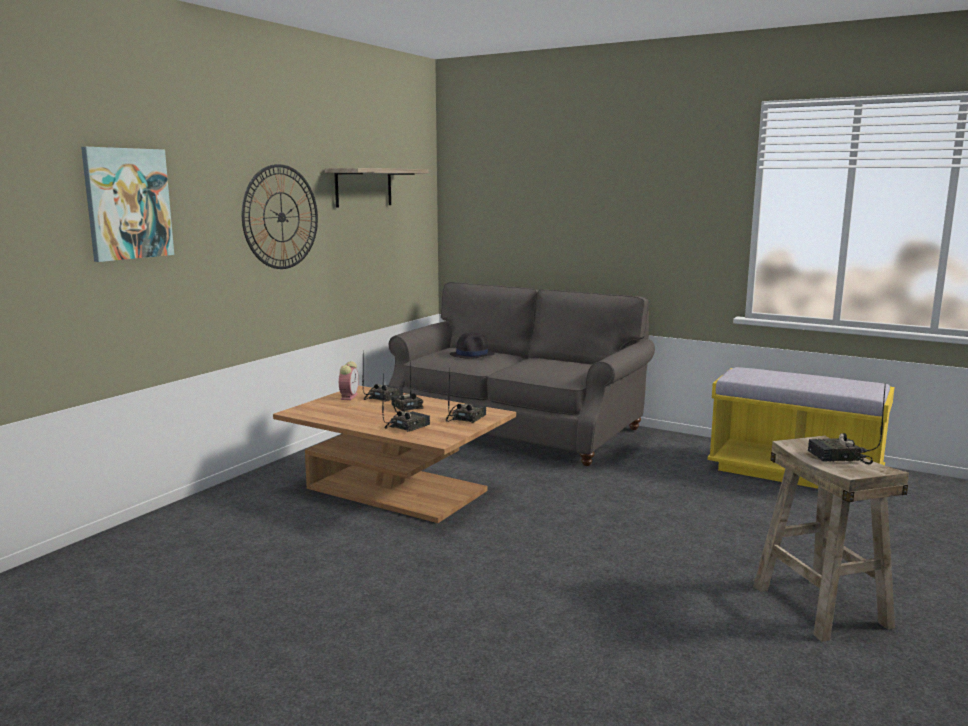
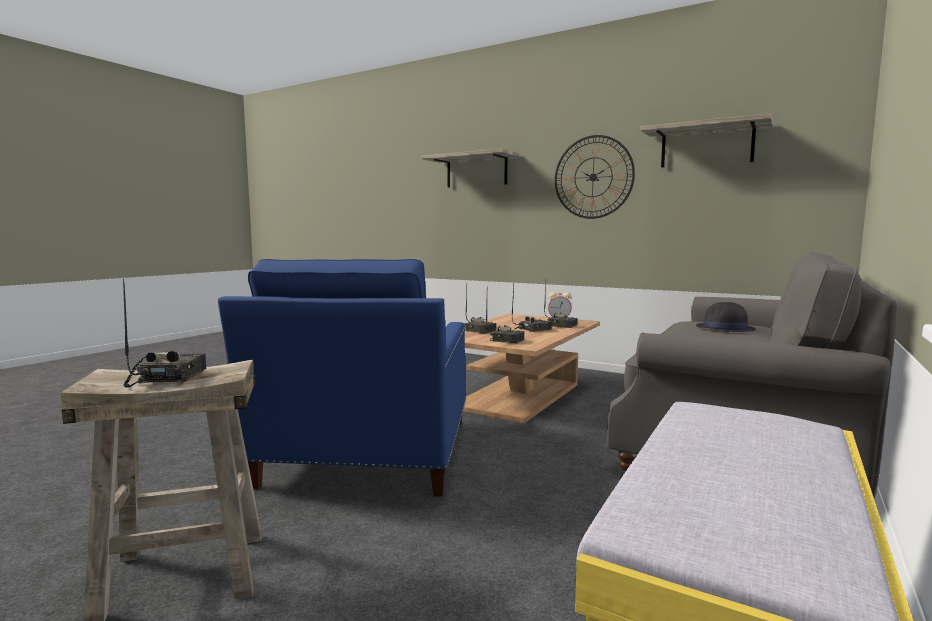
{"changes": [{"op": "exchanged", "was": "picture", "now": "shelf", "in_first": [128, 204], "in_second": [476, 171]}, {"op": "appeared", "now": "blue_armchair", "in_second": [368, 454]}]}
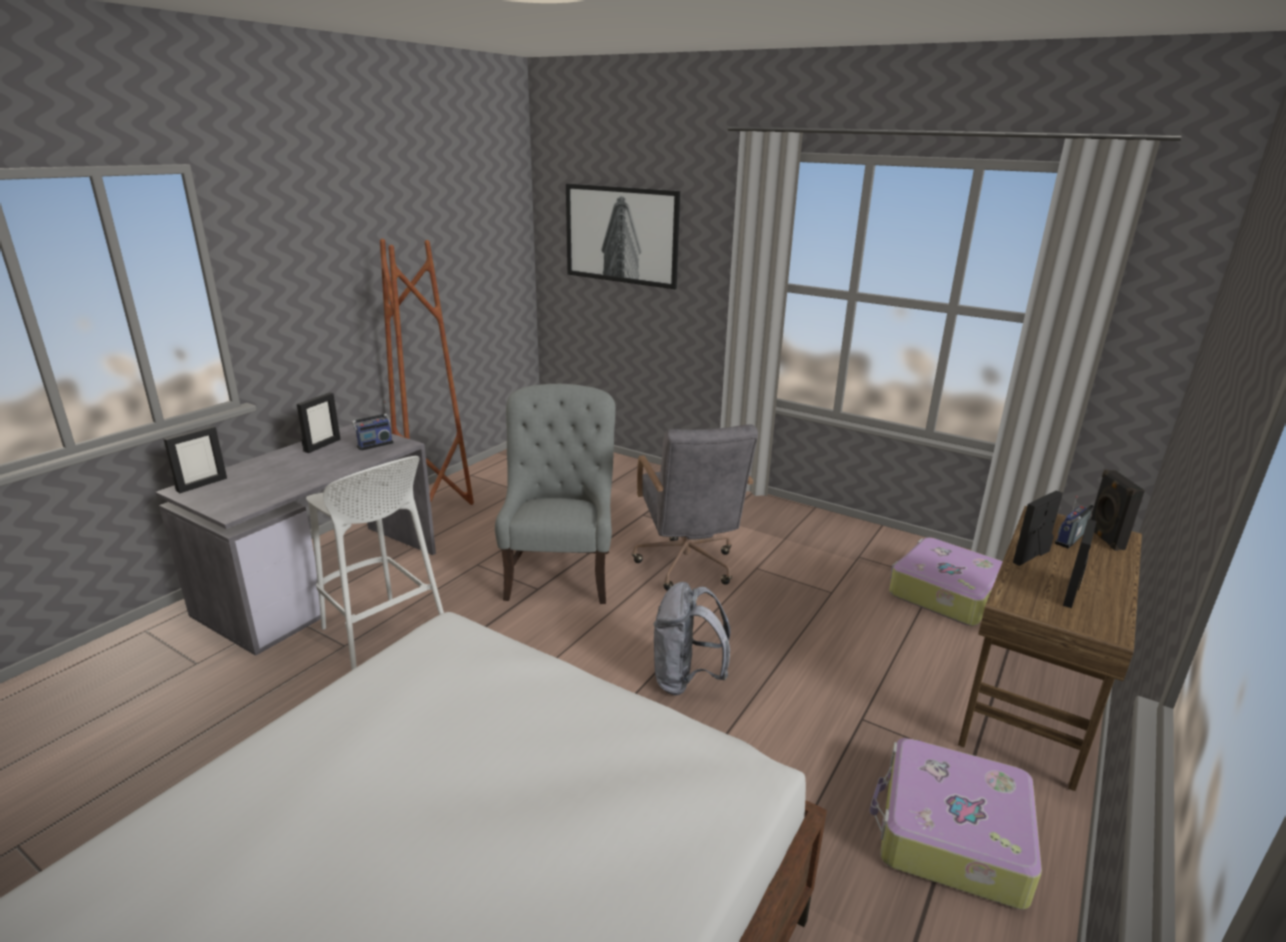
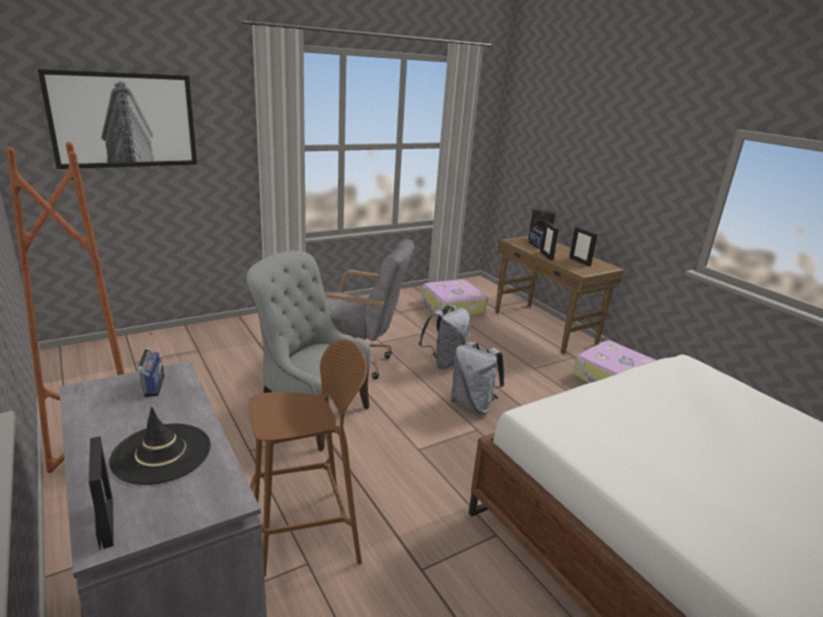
{"changes": [{"op": "missing", "was": "picture_frame", "in_first": [322, 445]}, {"op": "colour", "was": "white_stool", "now": "brown_stool", "in_first": [381, 633], "in_second": [307, 533]}, {"op": "appeared", "now": "black_hat", "in_second": [161, 453]}, {"op": "appeared", "now": "grey_backpack", "in_second": [445, 361]}]}
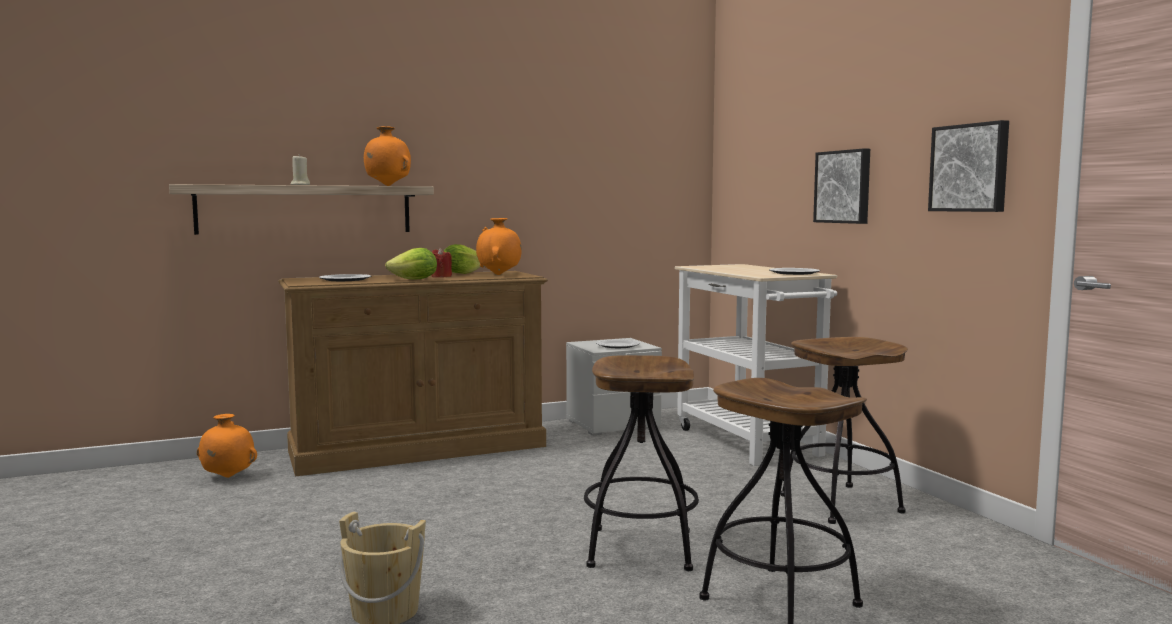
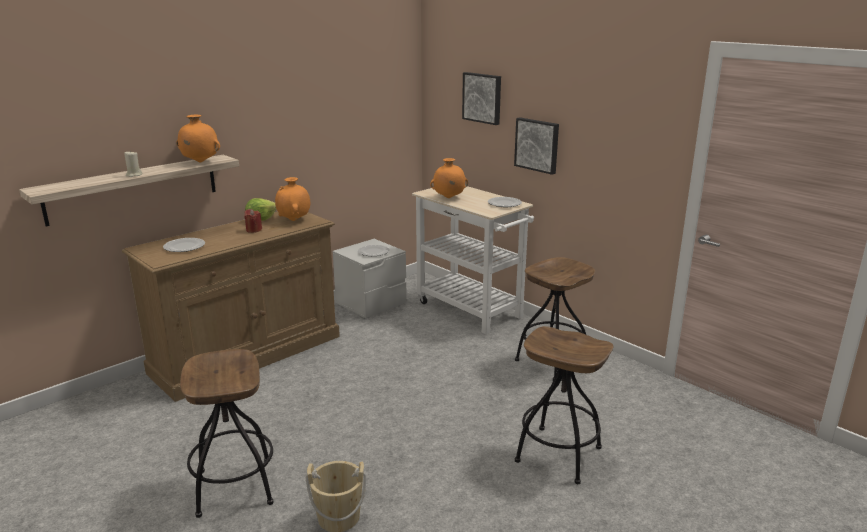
{"changes": [{"op": "relocated", "was": "orange_vase", "in_first": [227, 477], "in_second": [448, 198]}, {"op": "missing", "was": "lettuce", "in_first": [415, 280]}, {"op": "relocated", "was": "brown_stool", "in_first": [640, 548], "in_second": [235, 486]}, {"op": "relocated", "was": "picture", "in_first": [970, 168], "in_second": [482, 98]}]}
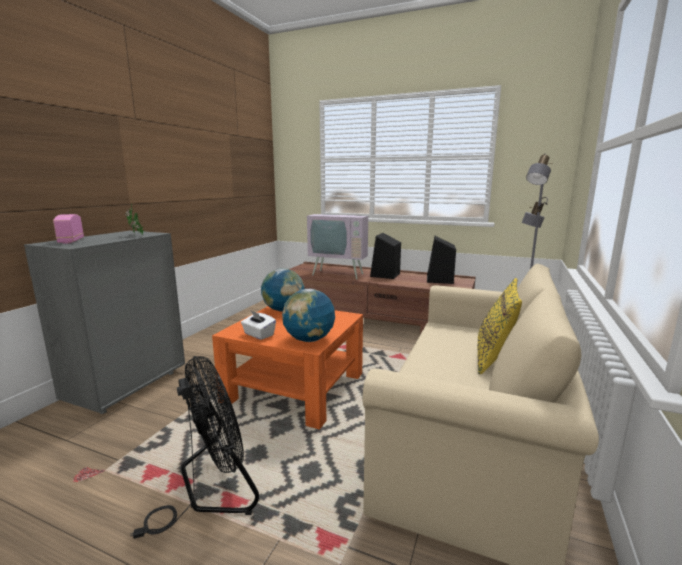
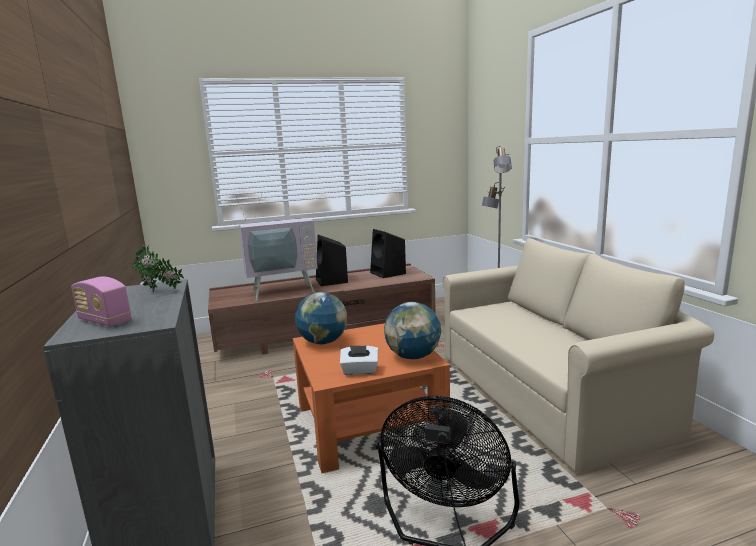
{"changes": [{"op": "missing", "was": "yellow_pillow", "in_first": [493, 359]}]}
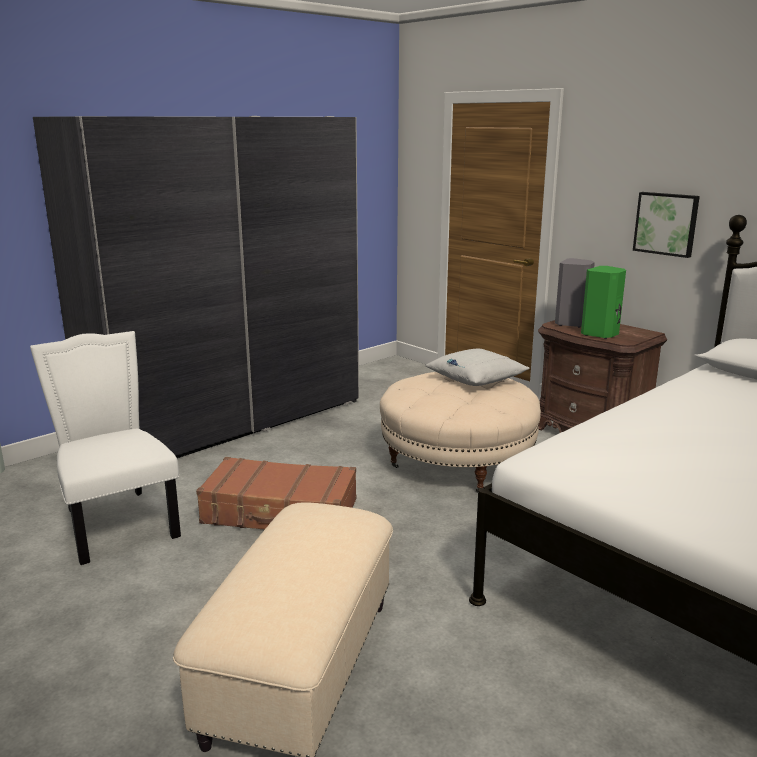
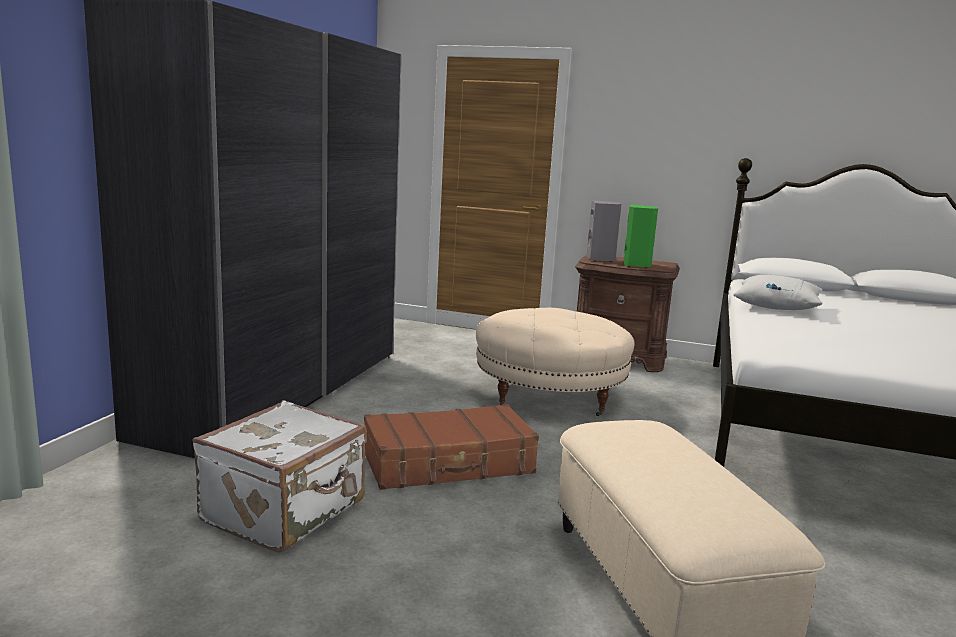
{"changes": [{"op": "exchanged", "was": "white_chair", "now": "white_suitcase", "in_first": [119, 526], "in_second": [286, 511]}, {"op": "relocated", "was": "grey_pillow", "in_first": [476, 380], "in_second": [776, 307]}, {"op": "missing", "was": "picture", "in_first": [666, 223]}]}
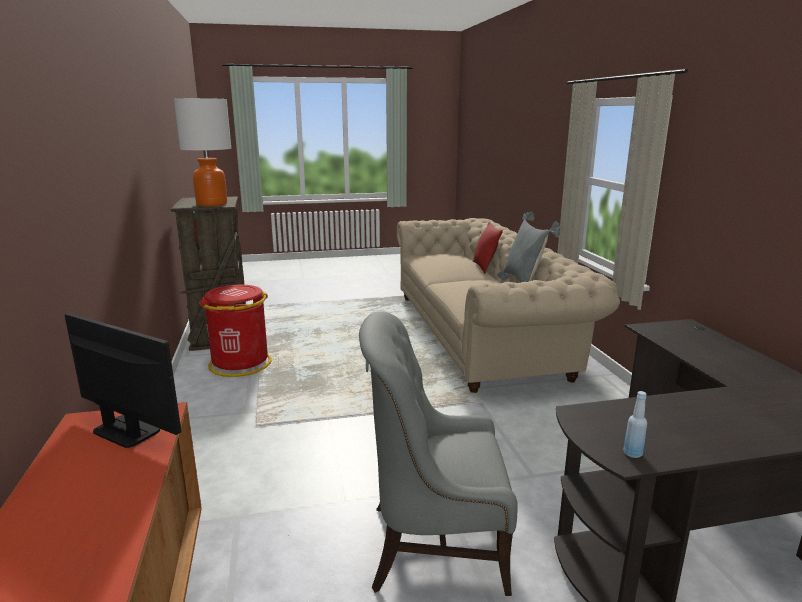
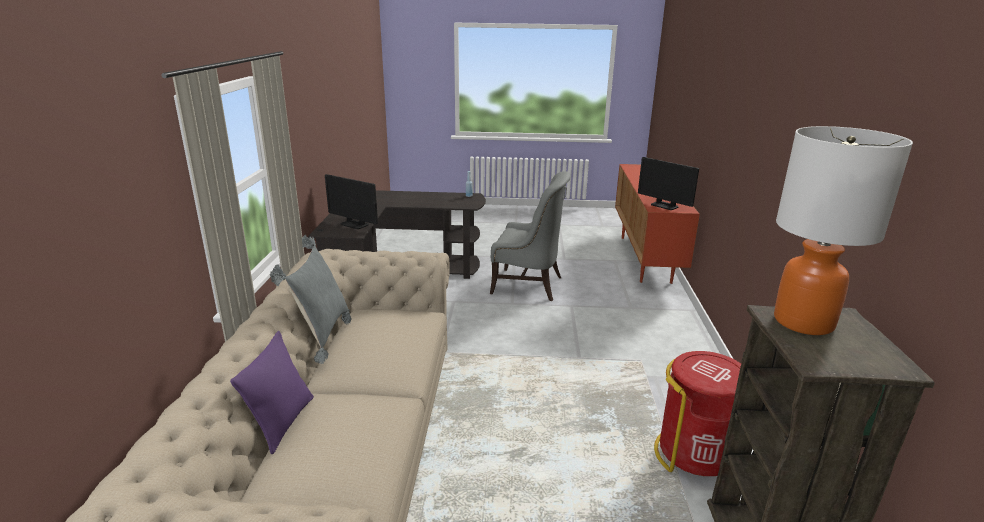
{"changes": [{"op": "colour", "was": "red_pillow", "now": "purple_pillow", "in_first": [485, 267], "in_second": [282, 422]}, {"op": "appeared", "now": "monitor", "in_second": [354, 224]}]}
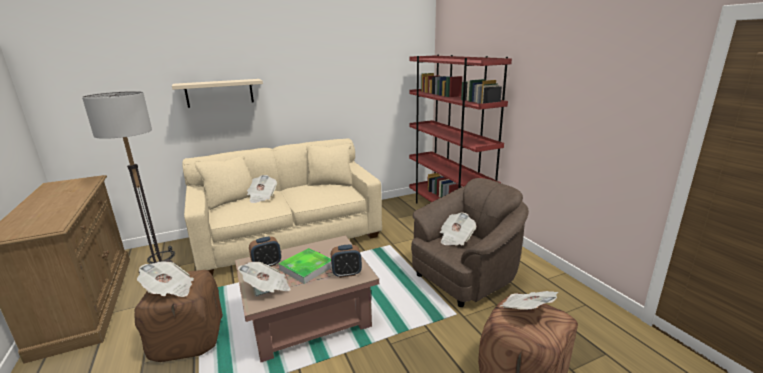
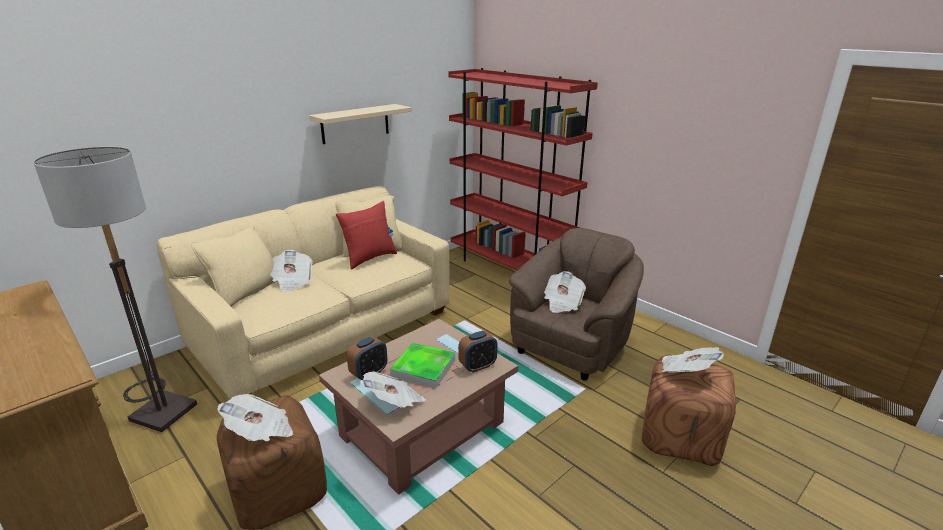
{"changes": [{"op": "relocated", "was": "beige_shelf", "in_first": [219, 93], "in_second": [355, 123]}, {"op": "appeared", "now": "red_pillow", "in_second": [370, 259]}]}
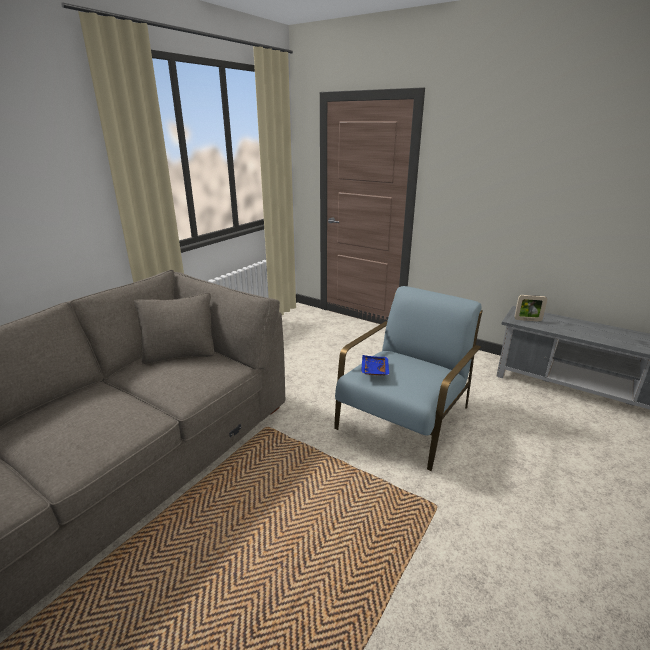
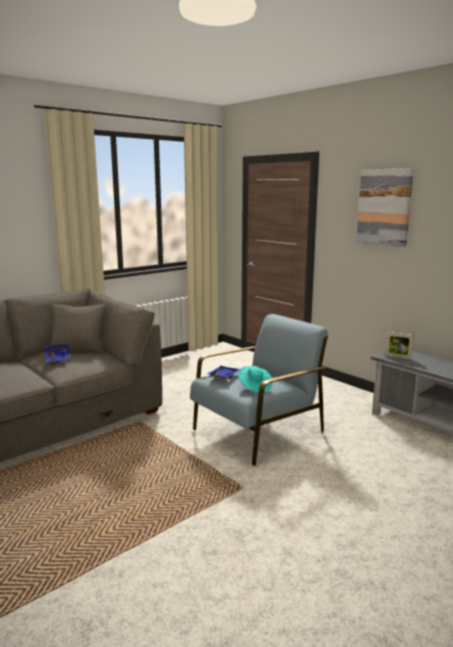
{"changes": [{"op": "appeared", "now": "blue_tray", "in_second": [58, 358]}, {"op": "appeared", "now": "turquoise_hat", "in_second": [254, 387]}, {"op": "appeared", "now": "picture", "in_second": [384, 207]}]}
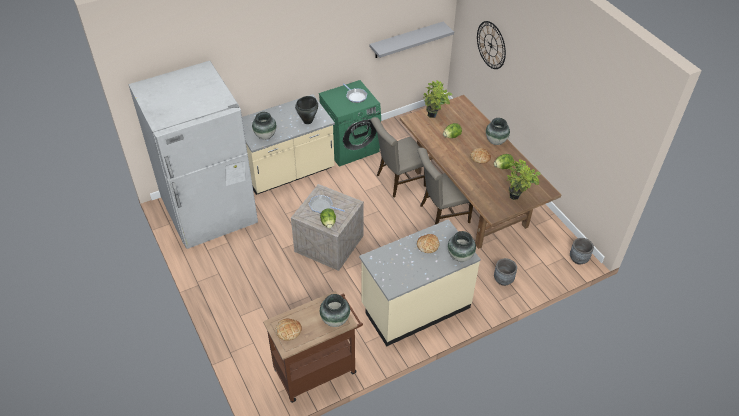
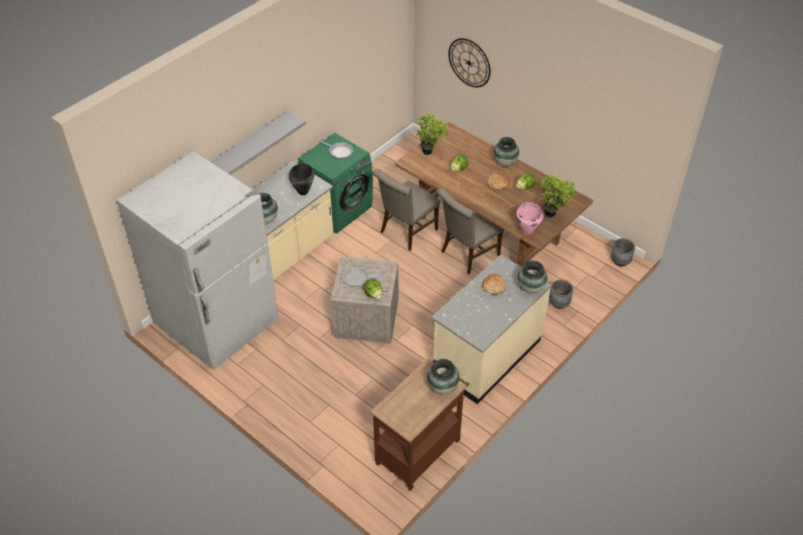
{"changes": [{"op": "missing", "was": "bread", "in_first": [288, 330]}, {"op": "relocated", "was": "grey_shelf", "in_first": [406, 40], "in_second": [251, 144]}, {"op": "appeared", "now": "pink_cooking_pot", "in_second": [527, 231]}]}
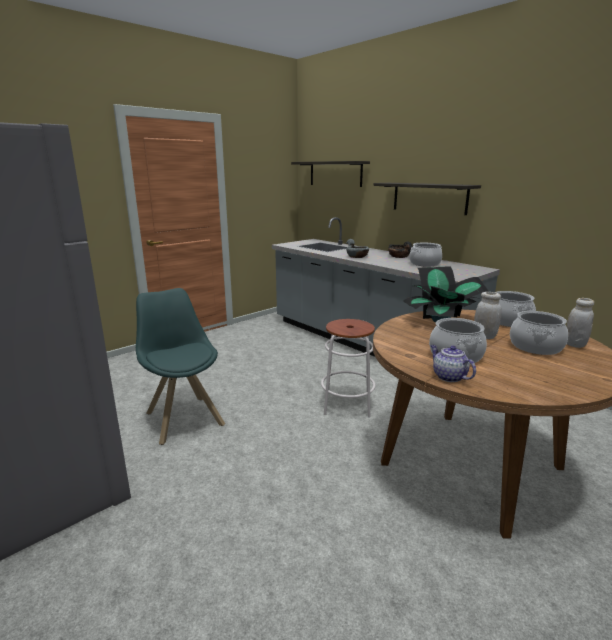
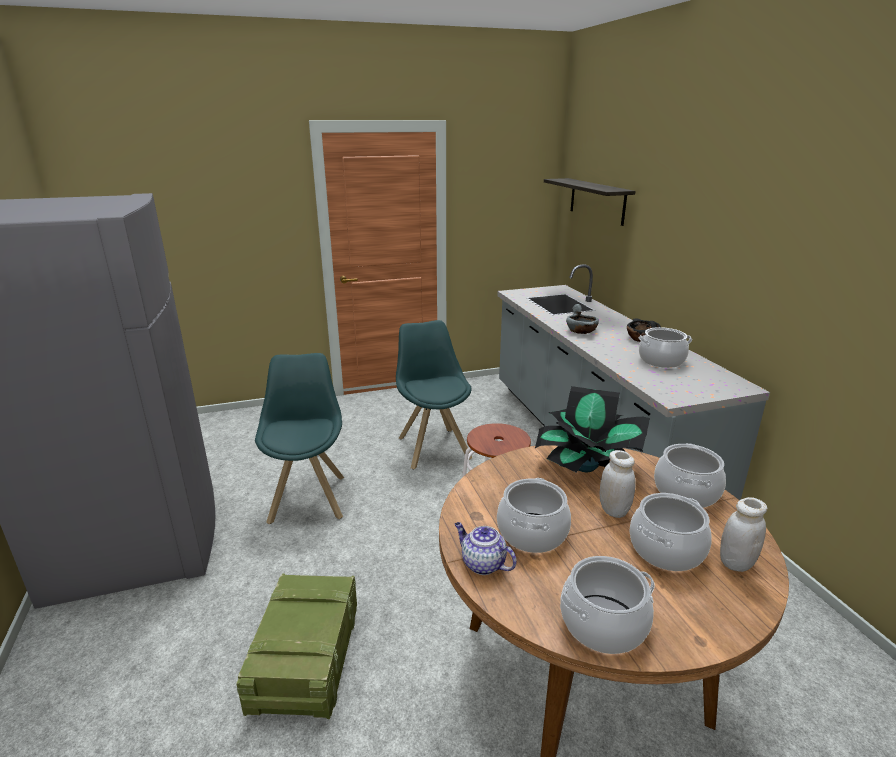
{"changes": [{"op": "missing", "was": "shelf", "in_first": [429, 198]}, {"op": "spun", "was": "teapot", "in_first": [448, 376], "in_second": [482, 564], "clockwise": -45}, {"op": "appeared", "now": "crate", "in_second": [306, 662]}, {"op": "appeared", "now": "turquoise_chair", "in_second": [433, 447]}, {"op": "appeared", "now": "cooking_pot", "in_second": [603, 624]}]}
